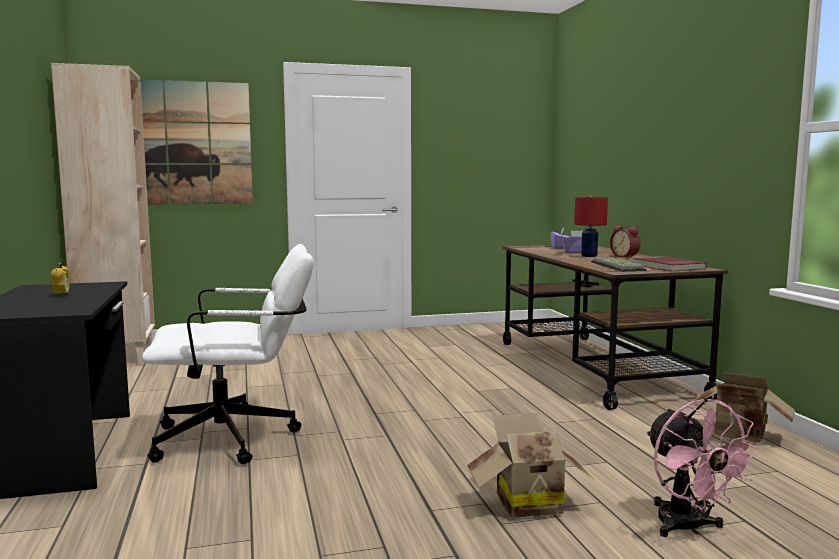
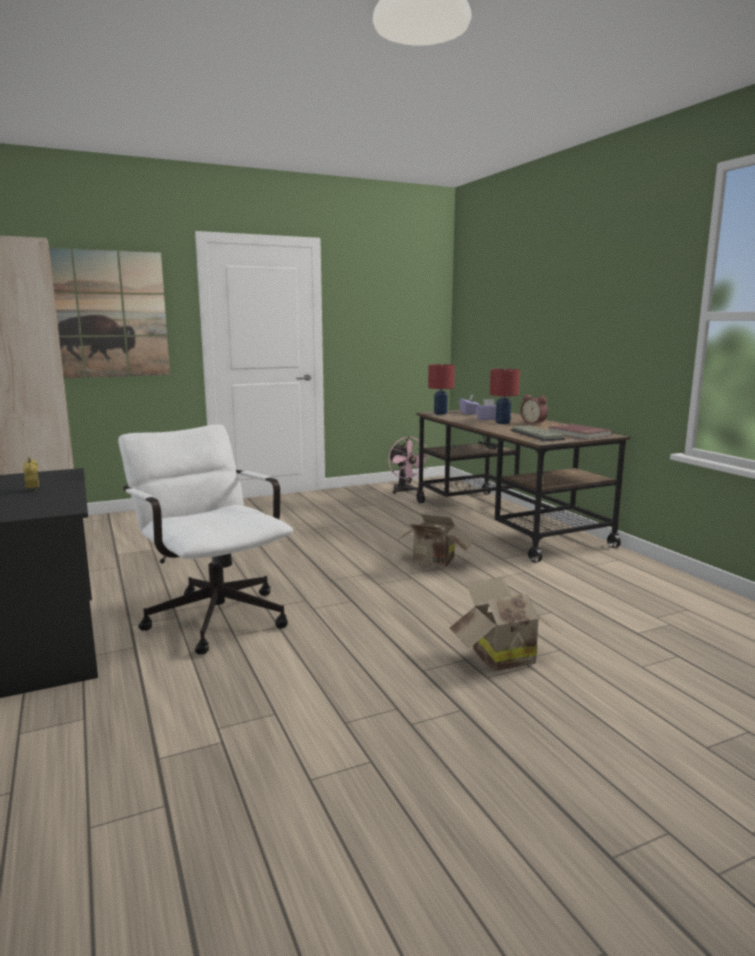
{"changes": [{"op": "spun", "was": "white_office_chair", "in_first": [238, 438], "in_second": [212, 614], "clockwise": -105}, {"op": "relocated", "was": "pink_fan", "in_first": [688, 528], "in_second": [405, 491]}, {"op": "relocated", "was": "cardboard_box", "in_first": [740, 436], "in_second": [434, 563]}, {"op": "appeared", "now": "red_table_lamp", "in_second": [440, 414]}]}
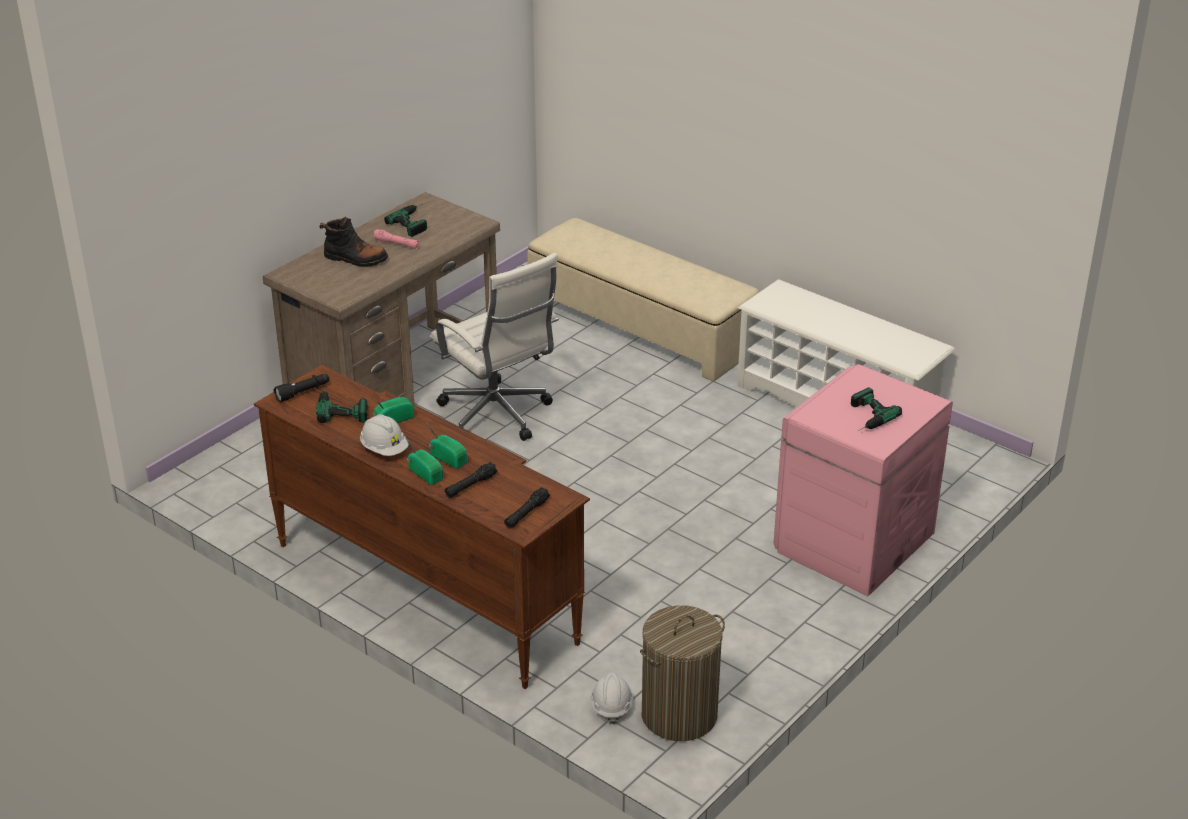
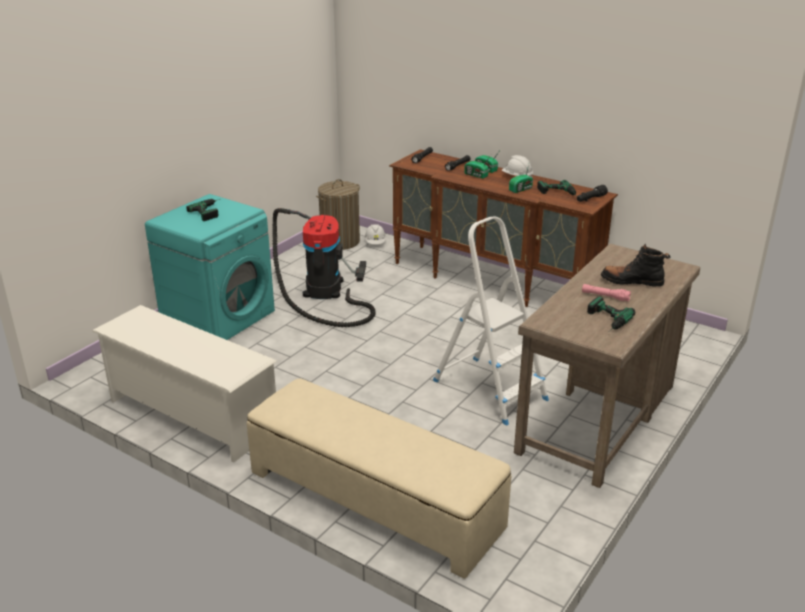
{"changes": [{"op": "exchanged", "was": "white_office_chair", "now": "white_step_ladder", "in_first": [498, 416], "in_second": [490, 390]}, {"op": "colour", "was": "pink_washing_machine", "now": "turquoise_washing_machine", "in_first": [850, 541], "in_second": [221, 317]}, {"op": "appeared", "now": "vacuum_cleaner", "in_second": [324, 291]}]}
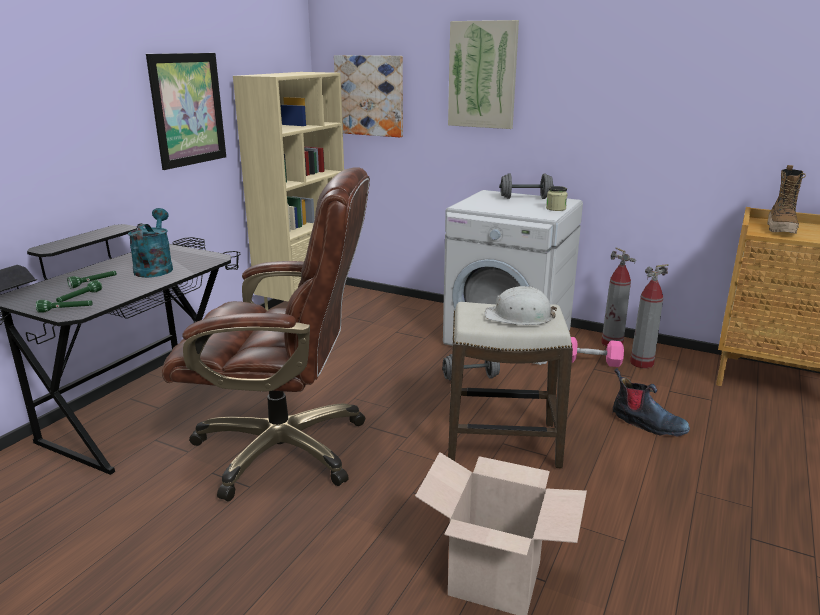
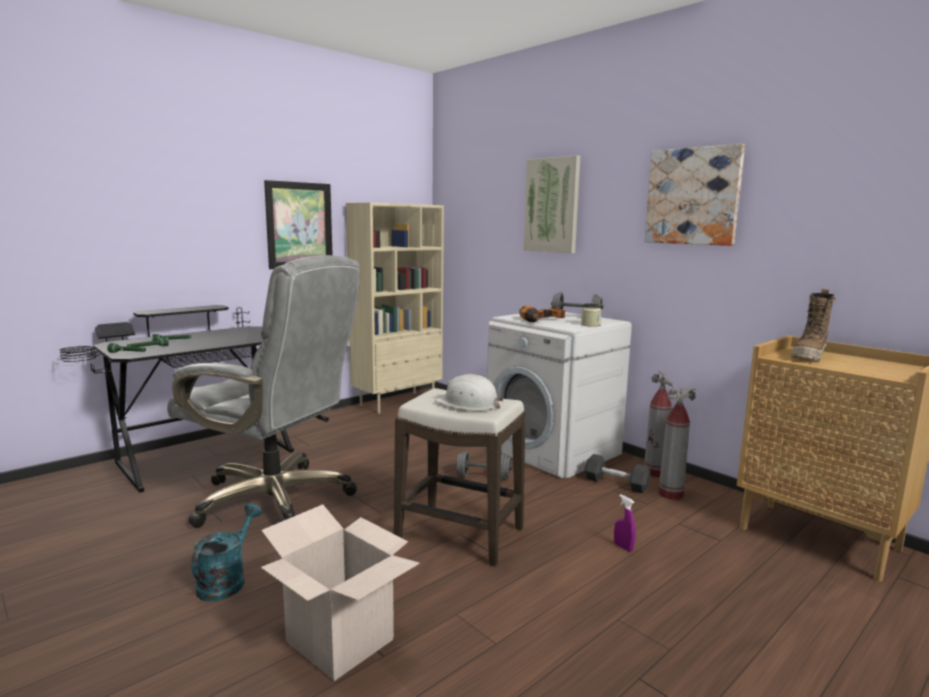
{"changes": [{"op": "relocated", "was": "turquoise_watering_can", "in_first": [155, 268], "in_second": [226, 580]}, {"op": "colour", "was": "brown_office_chair", "now": "grey_office_chair", "in_first": [281, 447], "in_second": [274, 499]}, {"op": "relocated", "was": "picture", "in_first": [370, 95], "in_second": [693, 196]}, {"op": "colour", "was": "pink_dumbbell", "now": "grey_dumbbell", "in_first": [590, 361], "in_second": [616, 483]}, {"op": "exchanged", "was": "boot", "now": "purple_spray_bottle", "in_first": [647, 424], "in_second": [623, 547]}, {"op": "appeared", "now": "power_drill", "in_second": [543, 321]}]}
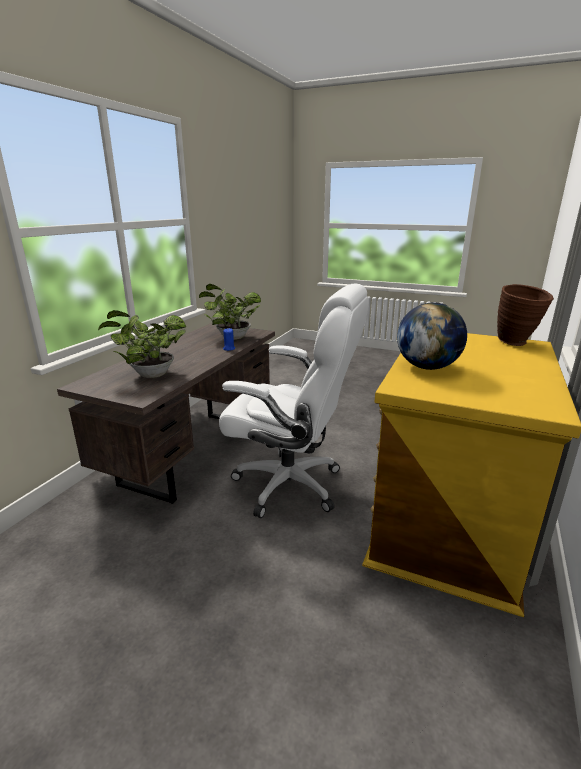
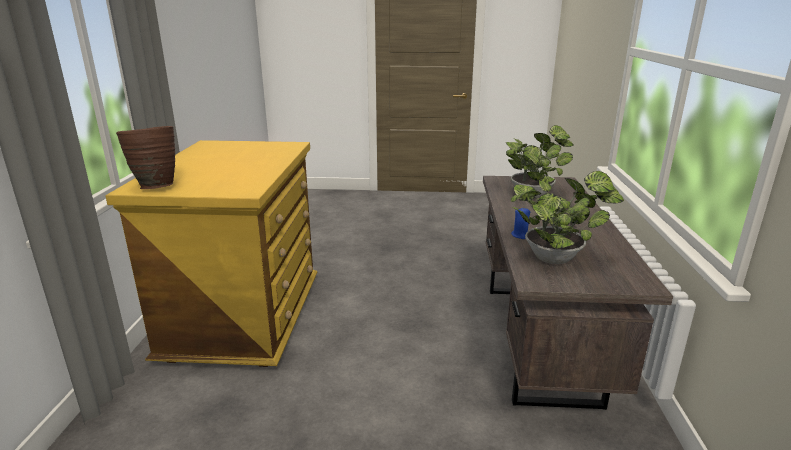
{"changes": [{"op": "missing", "was": "white_office_chair", "in_first": [290, 485]}, {"op": "missing", "was": "globe", "in_first": [427, 367]}]}
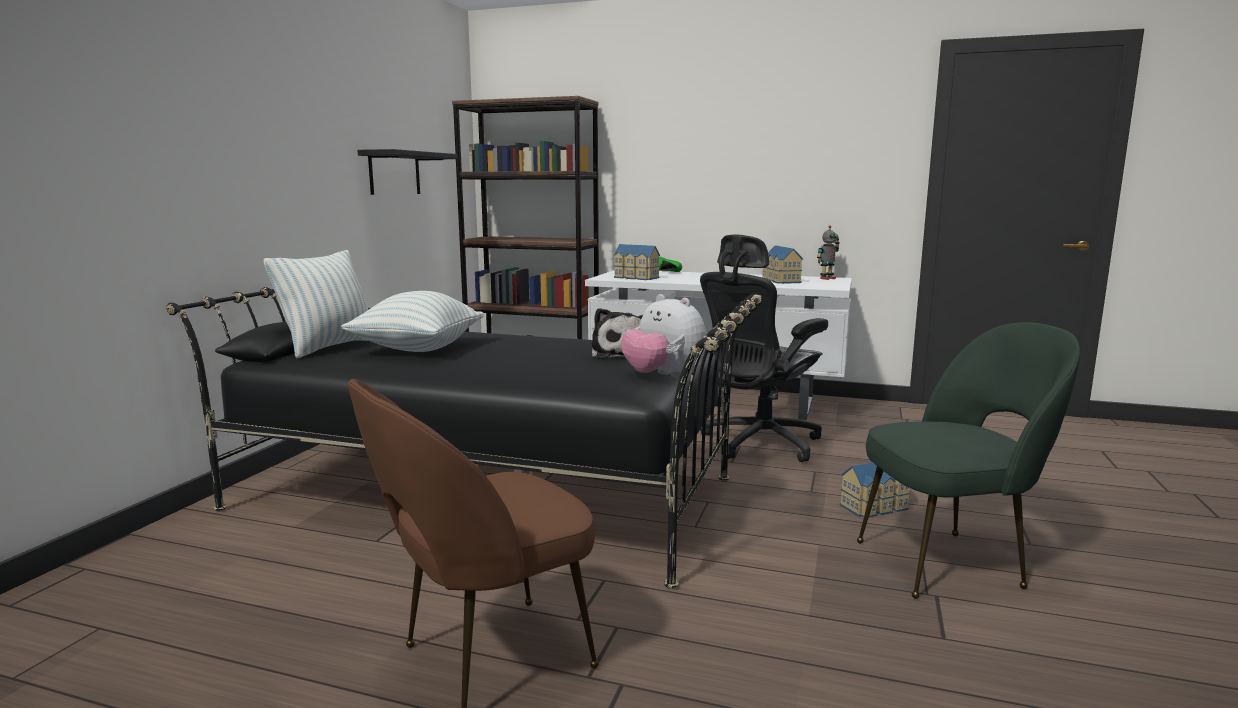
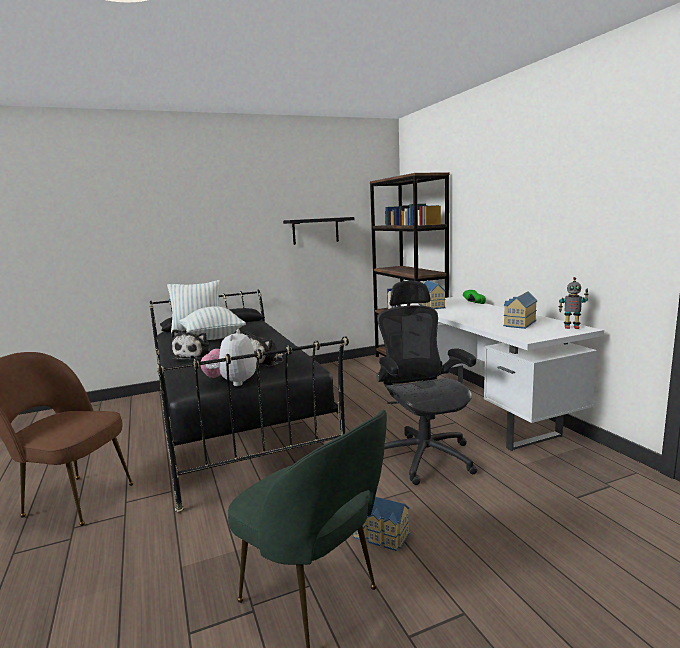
{"changes": [{"op": "spun", "was": "office_chair", "in_first": [758, 445], "in_second": [424, 455], "clockwise": 75}, {"op": "appeared", "now": "plush_toy", "in_second": [194, 356]}]}
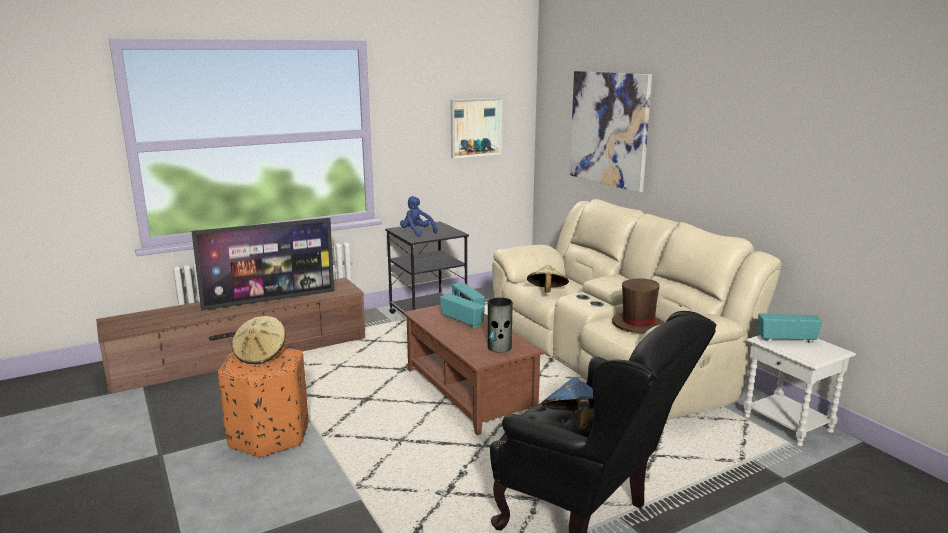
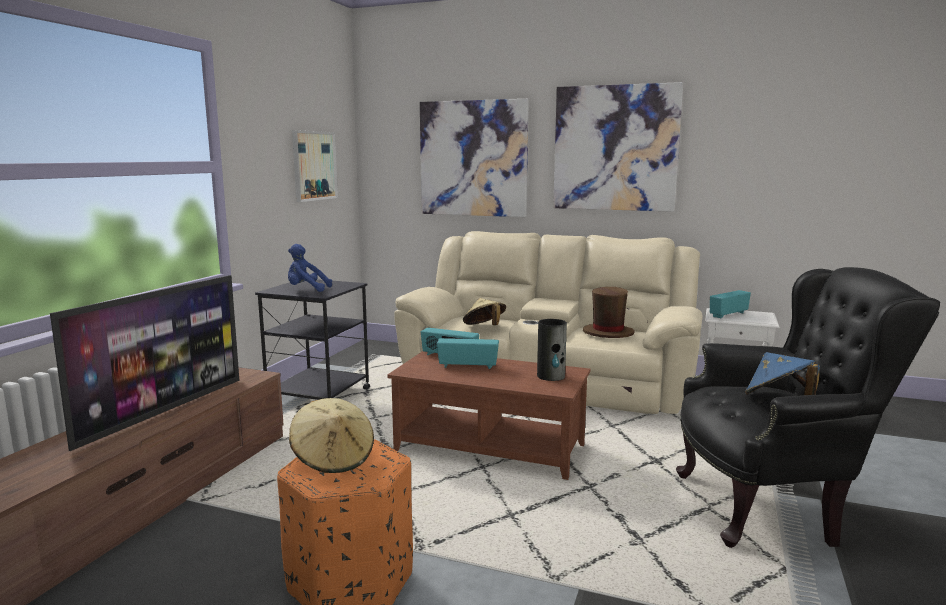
{"changes": [{"op": "appeared", "now": "picture", "in_second": [615, 148]}]}
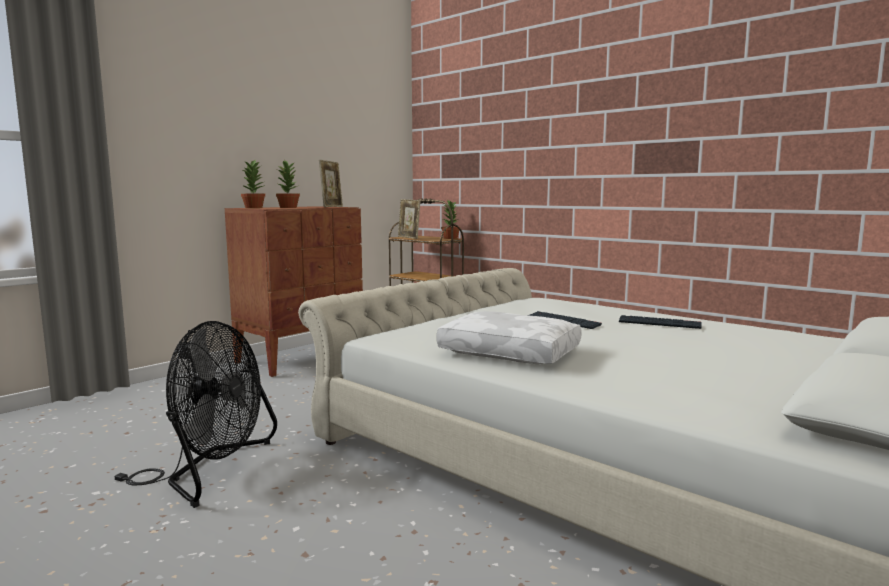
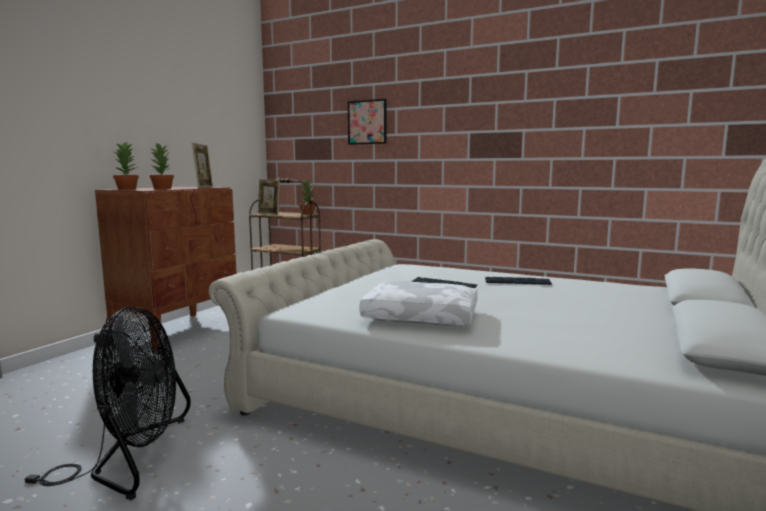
{"changes": [{"op": "appeared", "now": "picture", "in_second": [367, 122]}]}
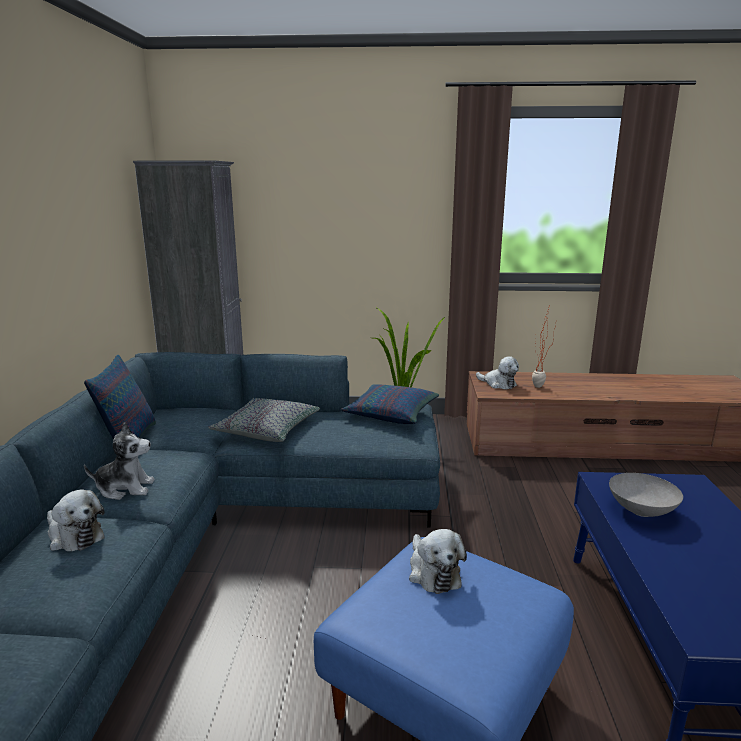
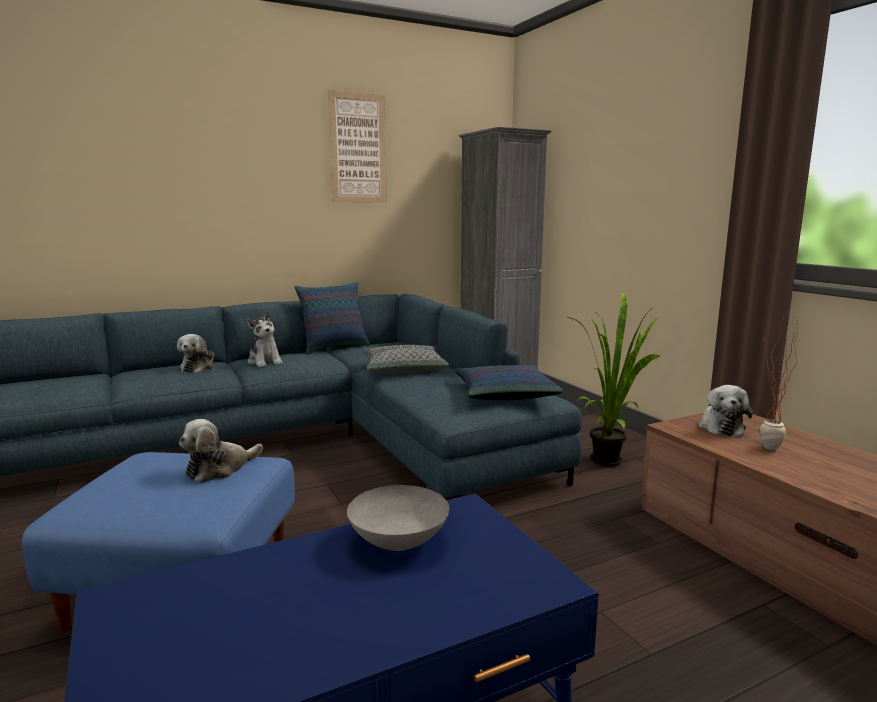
{"changes": [{"op": "appeared", "now": "picture", "in_second": [358, 148]}]}
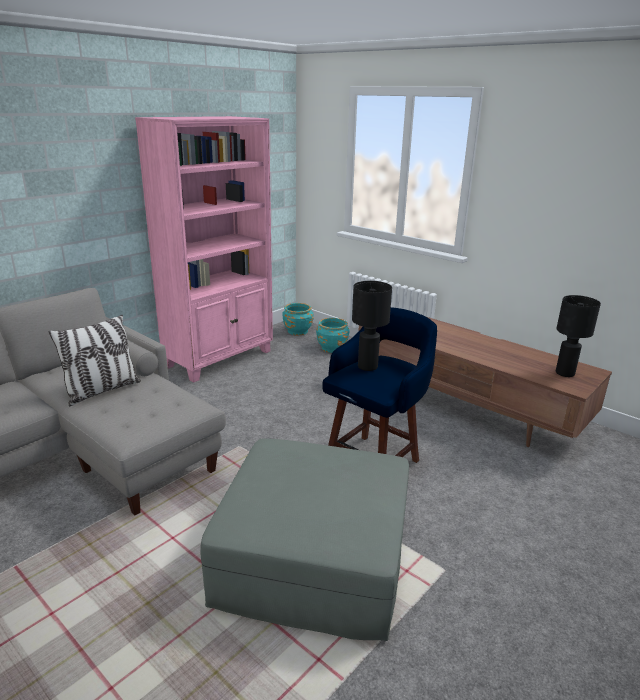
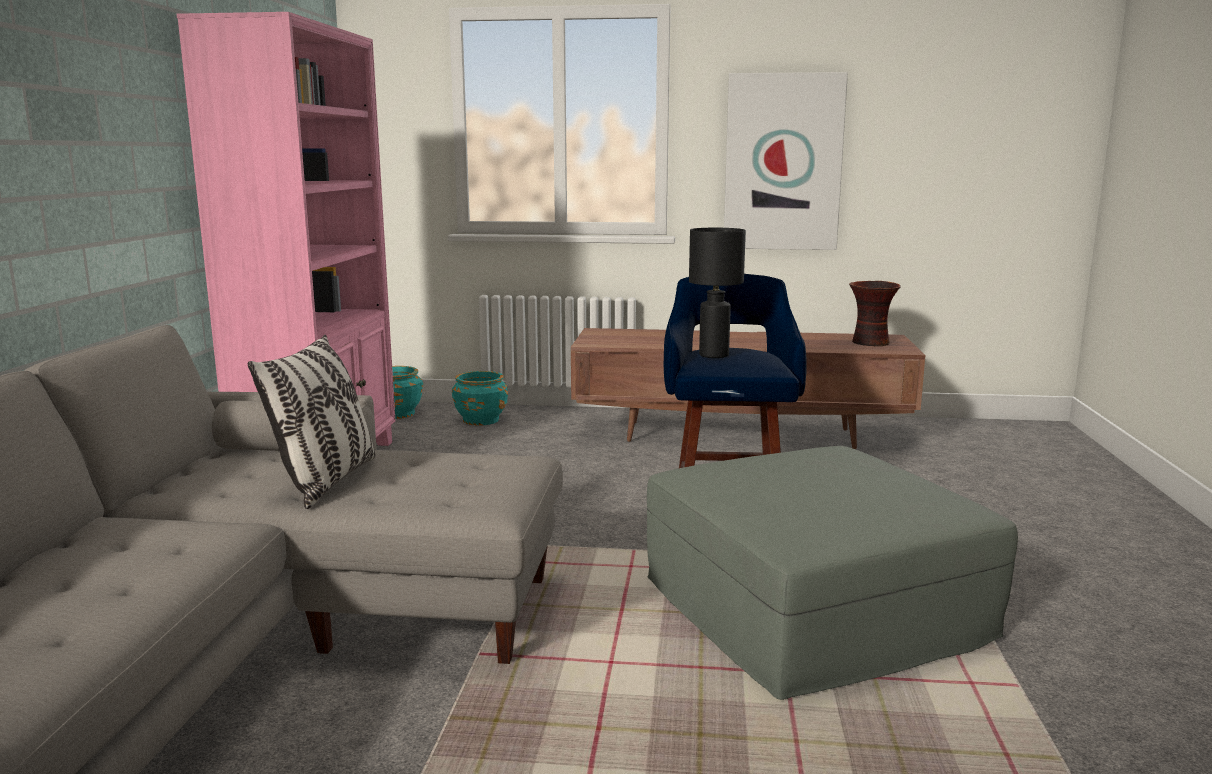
{"changes": [{"op": "exchanged", "was": "black_table_lamp", "now": "vase", "in_first": [564, 373], "in_second": [870, 343]}, {"op": "appeared", "now": "picture", "in_second": [783, 162]}]}
